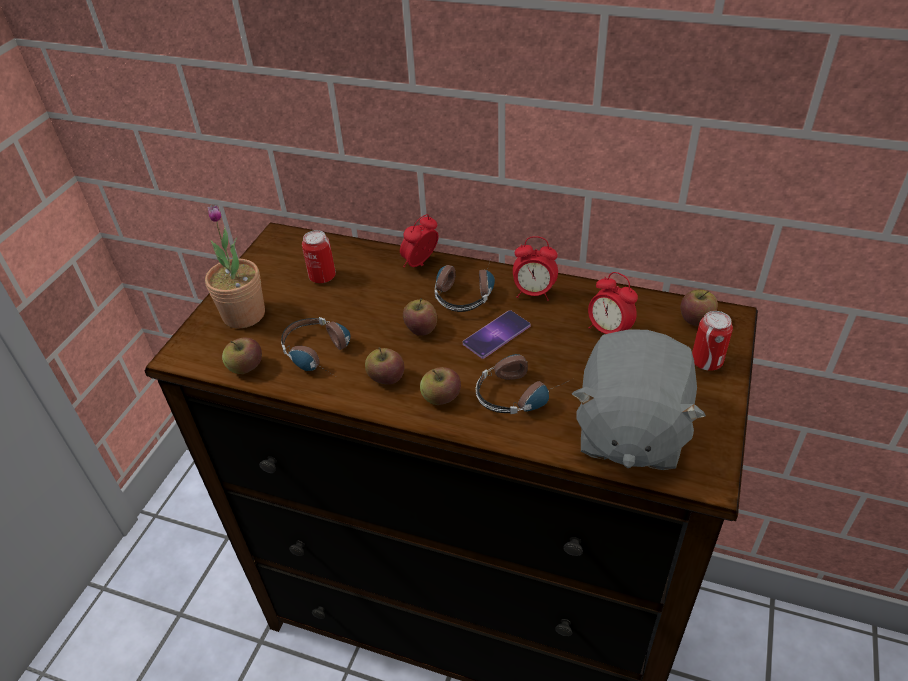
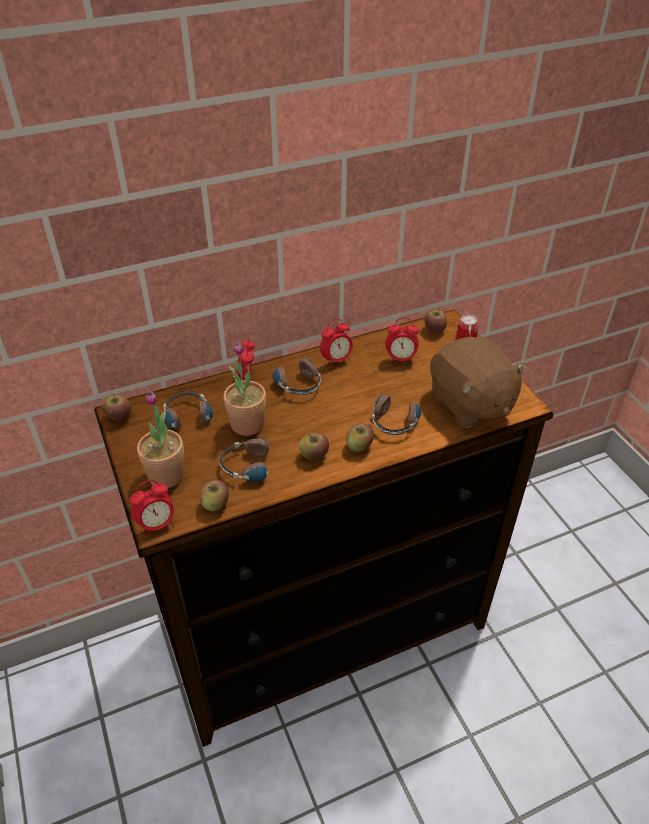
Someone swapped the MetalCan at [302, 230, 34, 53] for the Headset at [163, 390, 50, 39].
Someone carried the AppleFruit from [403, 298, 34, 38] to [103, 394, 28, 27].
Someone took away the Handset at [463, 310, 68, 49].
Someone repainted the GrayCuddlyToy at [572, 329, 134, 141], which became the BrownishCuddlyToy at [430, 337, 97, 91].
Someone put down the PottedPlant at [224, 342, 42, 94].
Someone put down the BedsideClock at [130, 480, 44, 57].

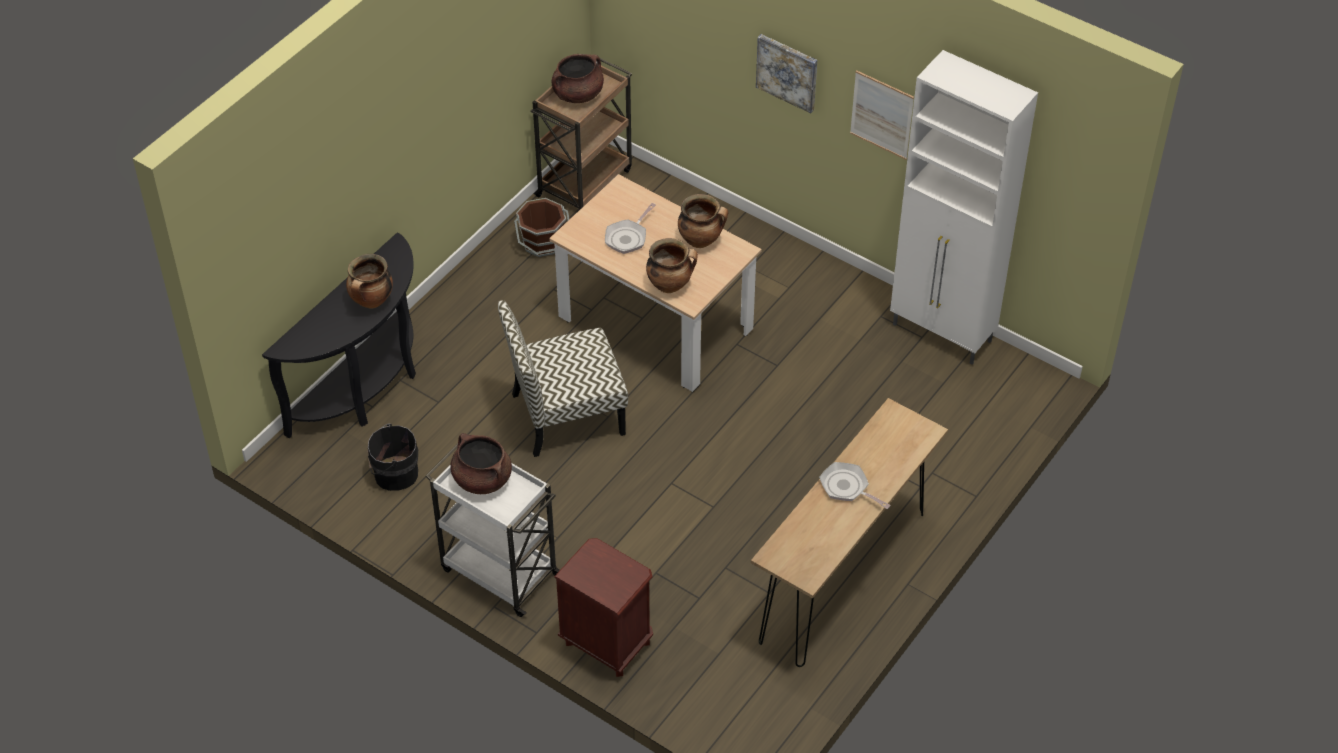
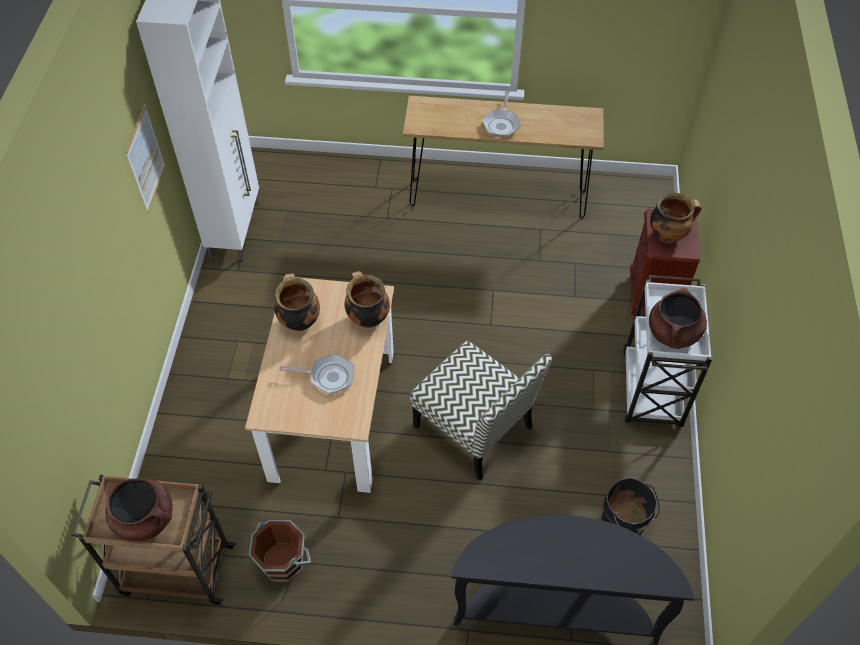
Someone took away the Picture at [756, 34, 61, 79].
Someone carried the Saucepot from [346, 254, 47, 55] to [650, 193, 51, 50].

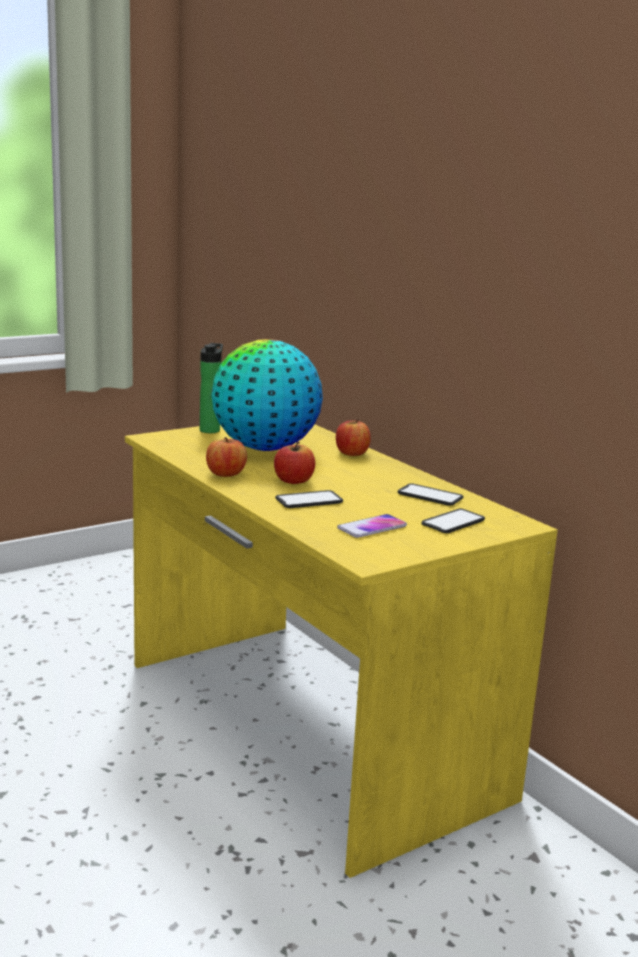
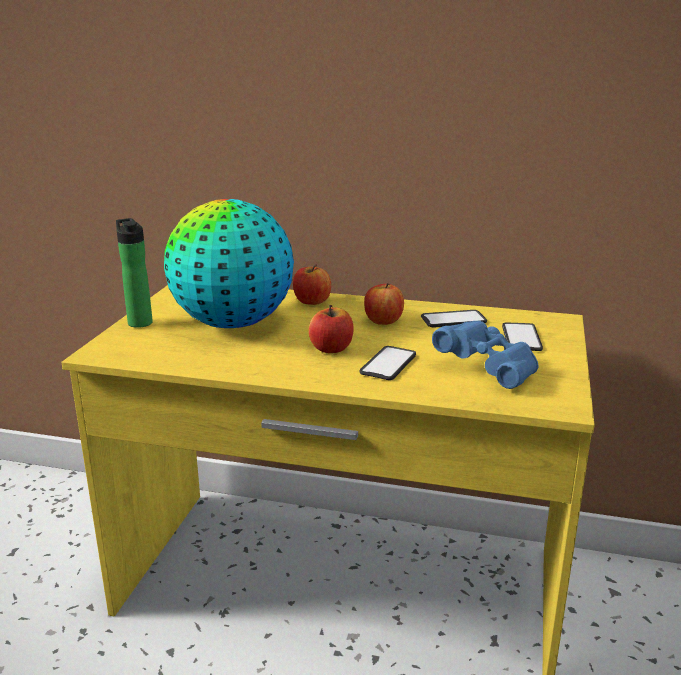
Someone carried the AppleFruit from [206, 437, 41, 40] to [364, 283, 40, 42].
Someone swapped the Handset at [337, 514, 70, 24] for the BluishFieldGlasses at [432, 321, 107, 68].

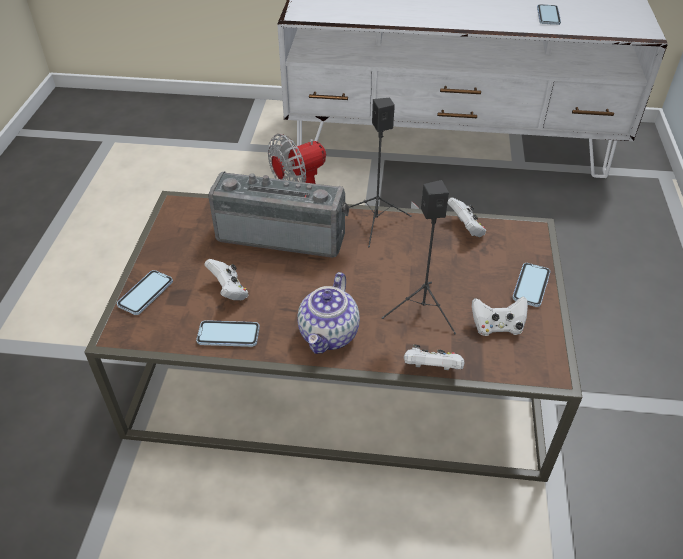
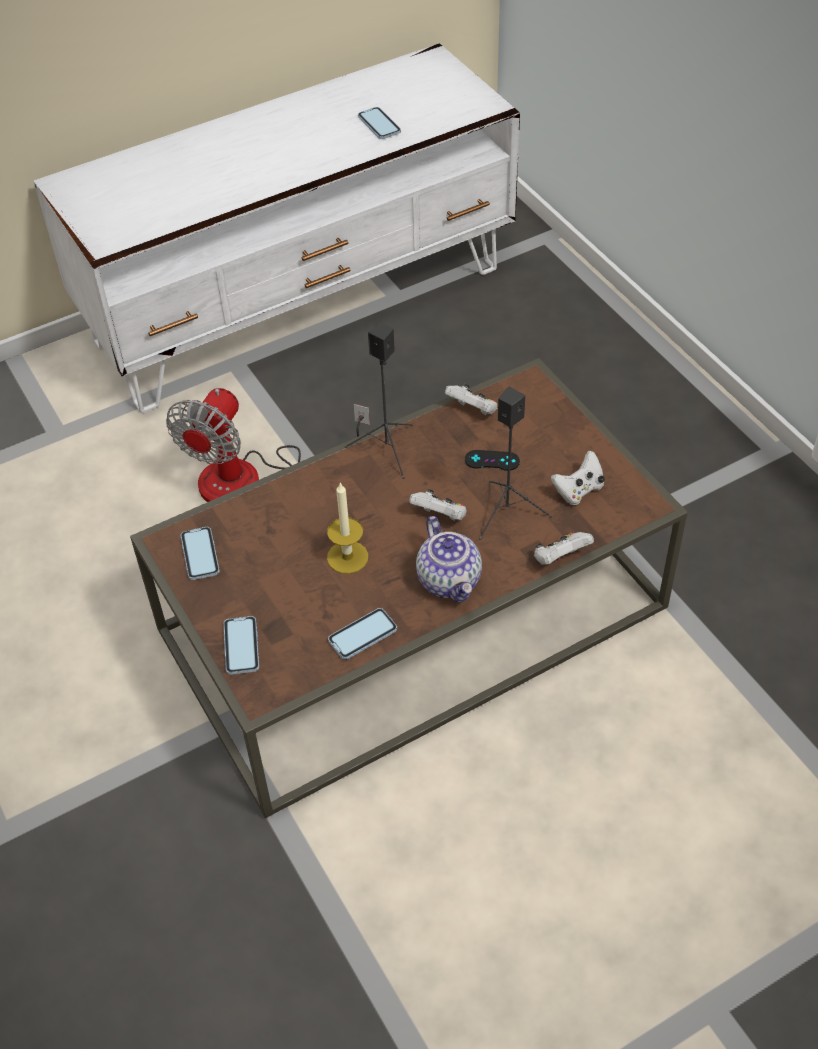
Someone took away the Radio at [208, 171, 141, 87].
Someone carried the WhiteColouredGamepad from [204, 259, 44, 41] to [409, 489, 57, 32].
Someone carried the Handset from [512, 263, 39, 44] to [181, 527, 39, 53].
Someone put down the BlackColouredGamepad at [465, 450, 55, 21].
Someone put down the WaxLight at [327, 482, 42, 92].

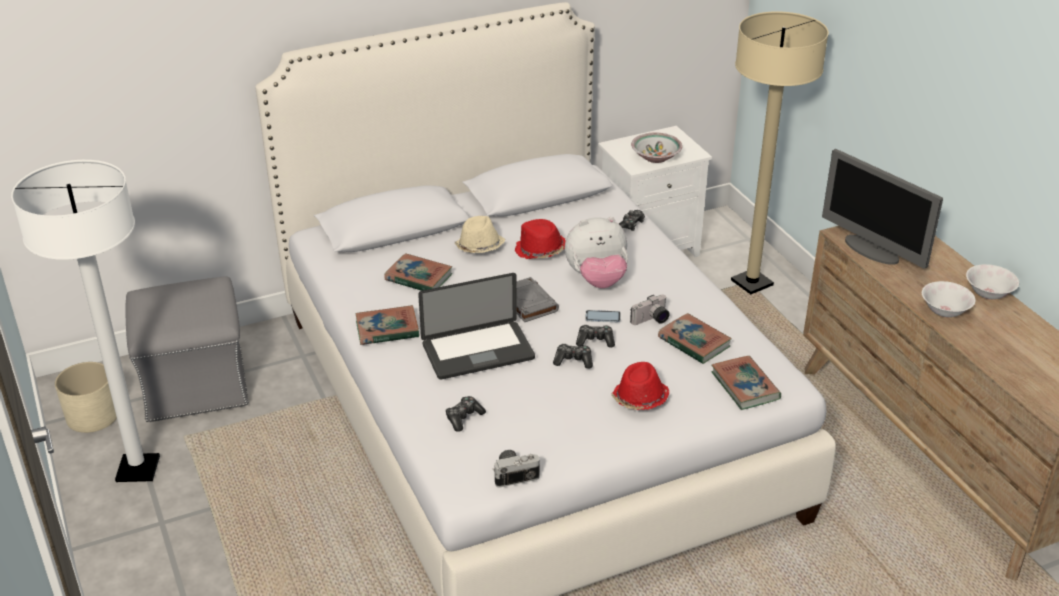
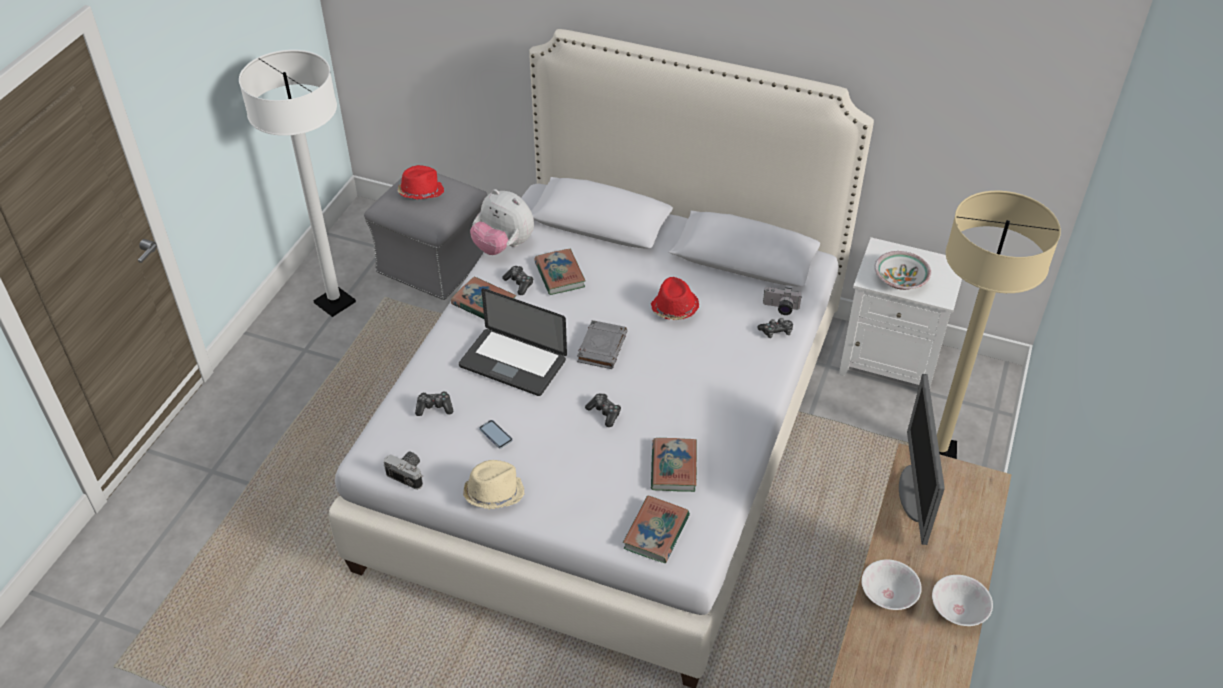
Someone carried the BeigeClothingHat from [455, 216, 50, 37] to [463, 460, 61, 49].
Someone carried the CuddlyToy from [565, 217, 63, 71] to [470, 189, 64, 66].
Someone carried the PhotoCamera from [630, 295, 40, 30] to [763, 287, 39, 28].
Someone carried the Handset from [585, 310, 36, 12] to [479, 420, 34, 28].
Someone carried the Gamepad from [553, 344, 40, 25] to [502, 266, 31, 29].
Someone took away the BeigePlantPot at [55, 362, 62, 71].
Someone carried the ReddishClothingHat from [611, 362, 59, 48] to [397, 165, 47, 35].

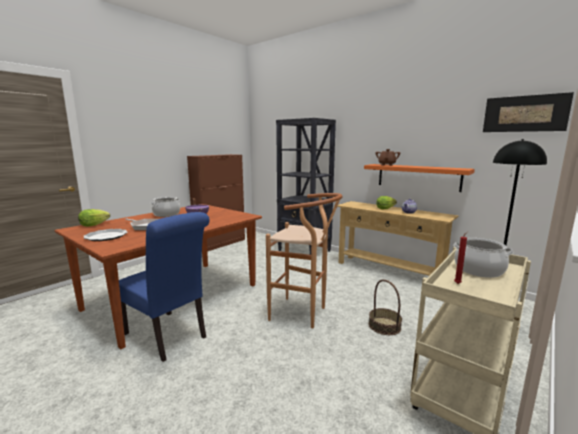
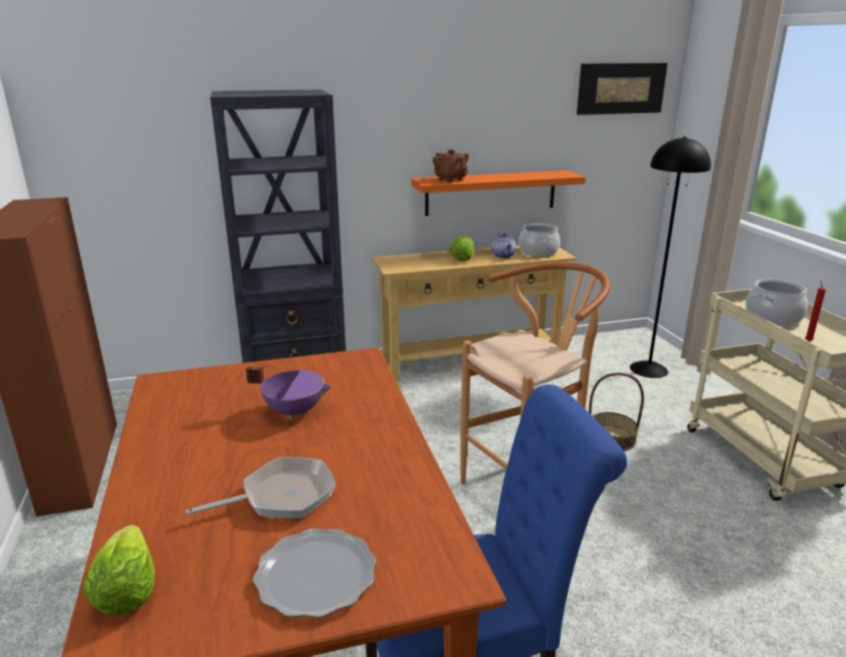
Someone carried the Saucepot from [150, 197, 30, 20] to [518, 223, 42, 34].

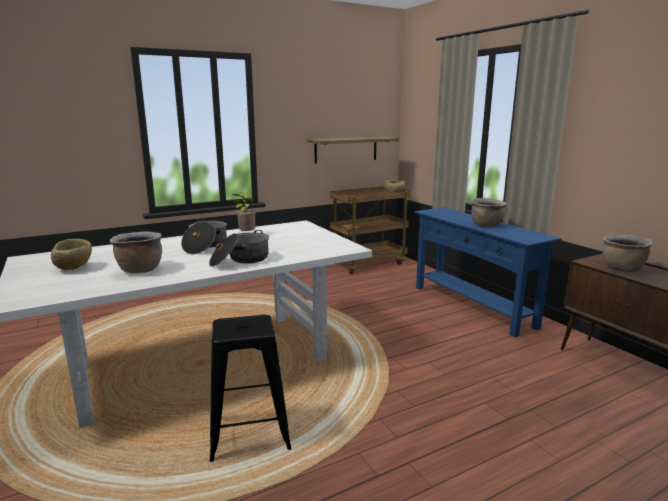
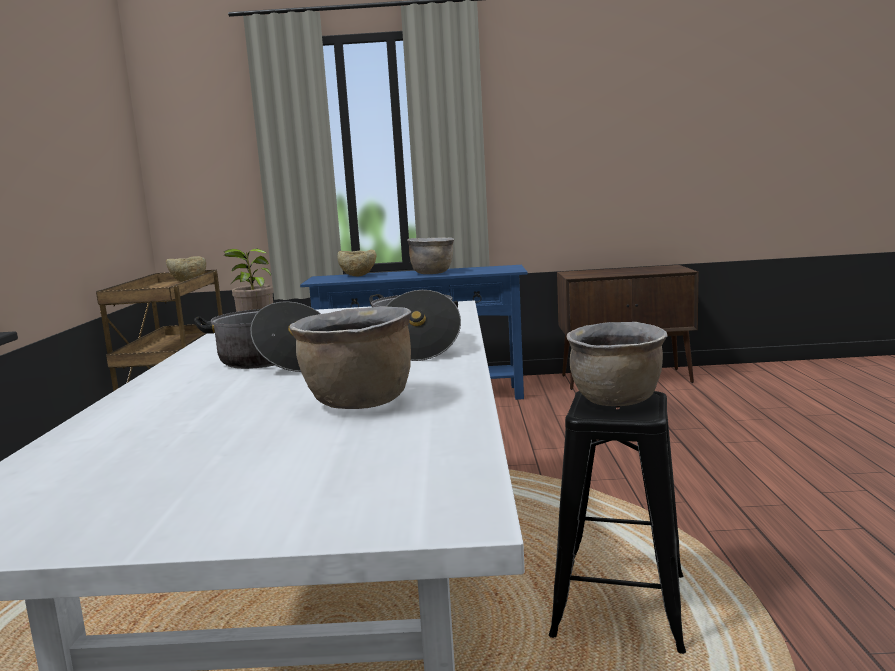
Someone took away the WallShelf at [306, 137, 93, 26].
Someone carried the BrownishSaucepot from [603, 235, 50, 37] to [567, 322, 101, 84].
Someone carried the BeigeBowl from [51, 239, 41, 31] to [338, 250, 39, 26].

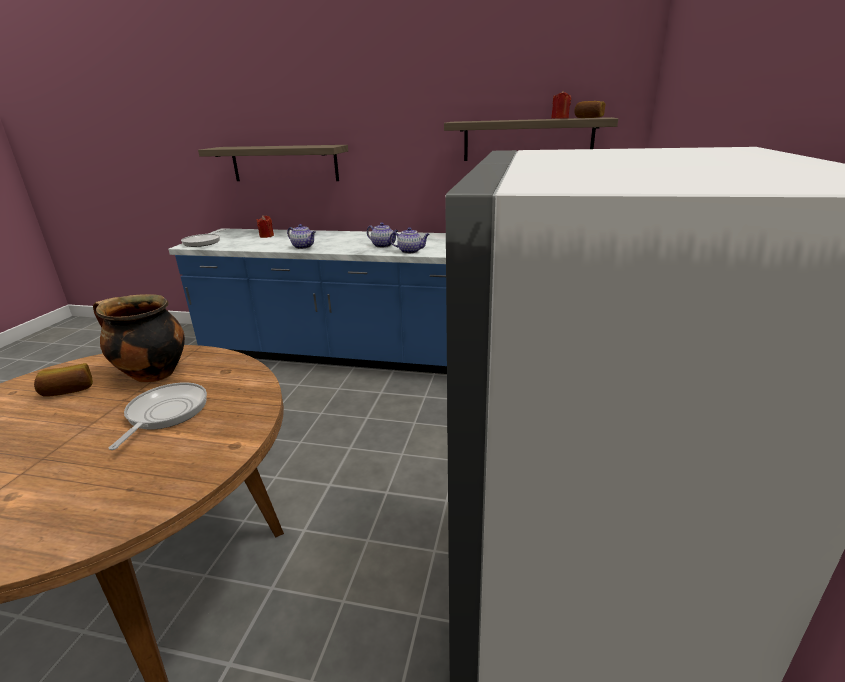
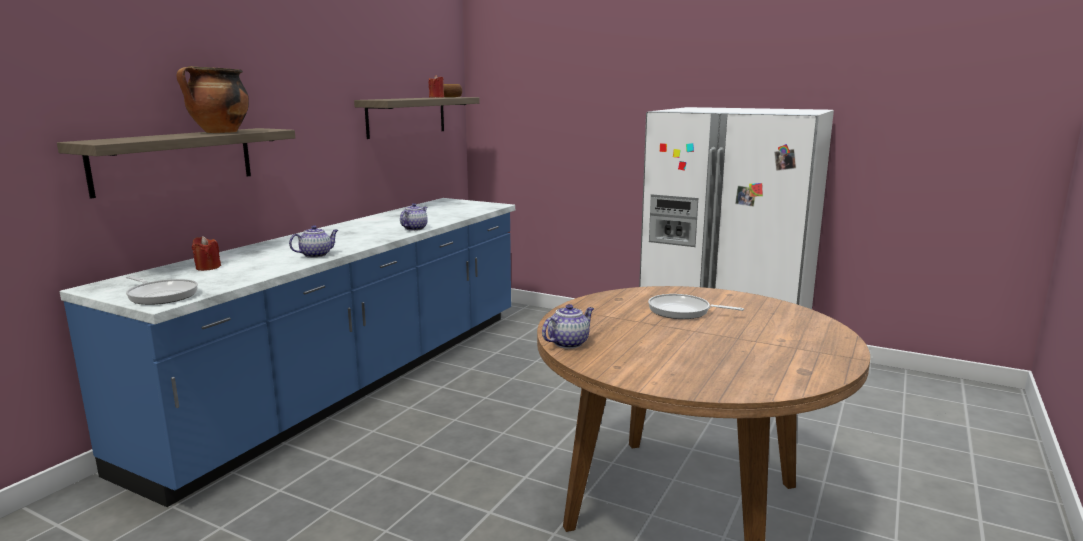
Someone carried the Teapot from [367, 223, 32, 25] to [542, 304, 52, 45].
Someone carried the Saucepot from [93, 294, 92, 89] to [176, 66, 73, 67].
Someone took away the Bread at [34, 363, 59, 34].

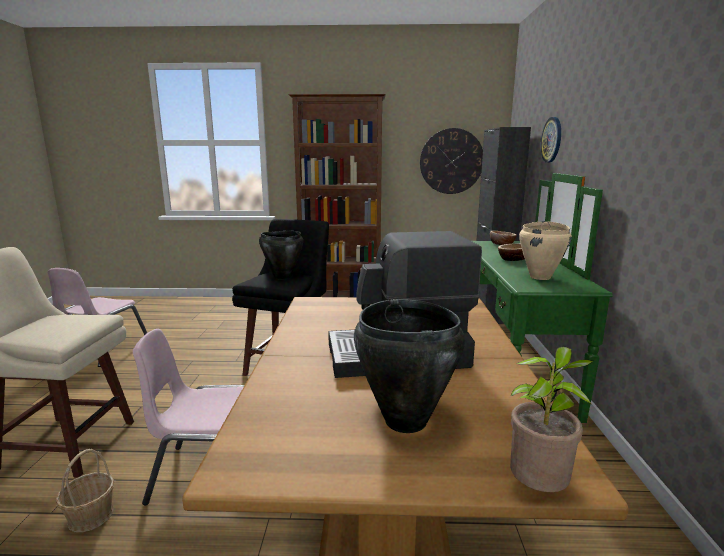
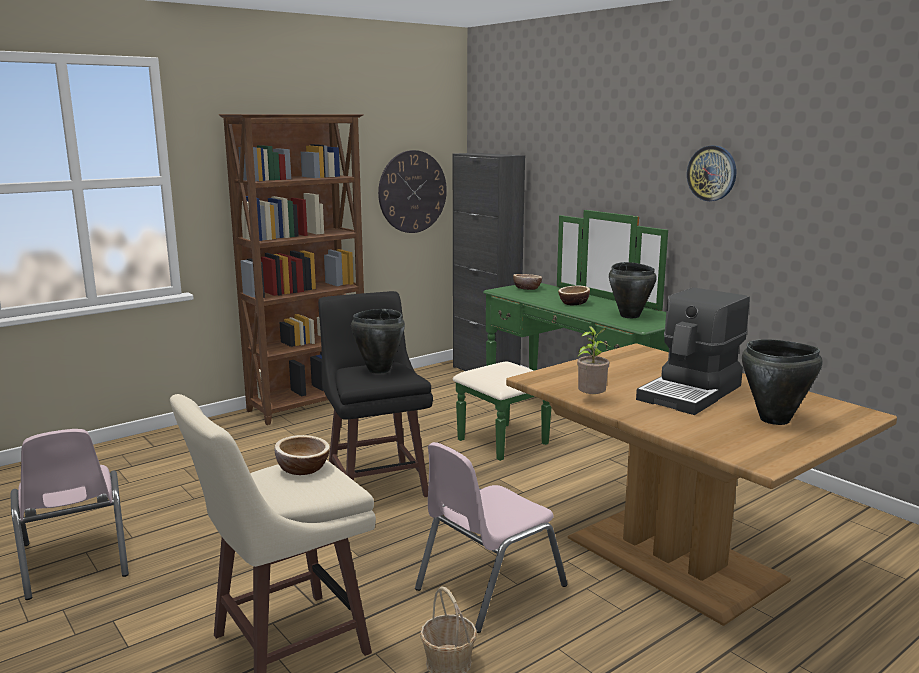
Someone carried the ClockOnTheWall from [541, 117, 20, 46] to [687, 146, 49, 55].
Someone repainted the BeigeSaucepot at [519, 221, 53, 59], which became the BlackColouredSaucepot at [609, 262, 48, 56].
Someone carried the PottedPlant from [510, 347, 83, 145] to [577, 326, 32, 68].
Someone put down the Bowl at [274, 435, 56, 40].

